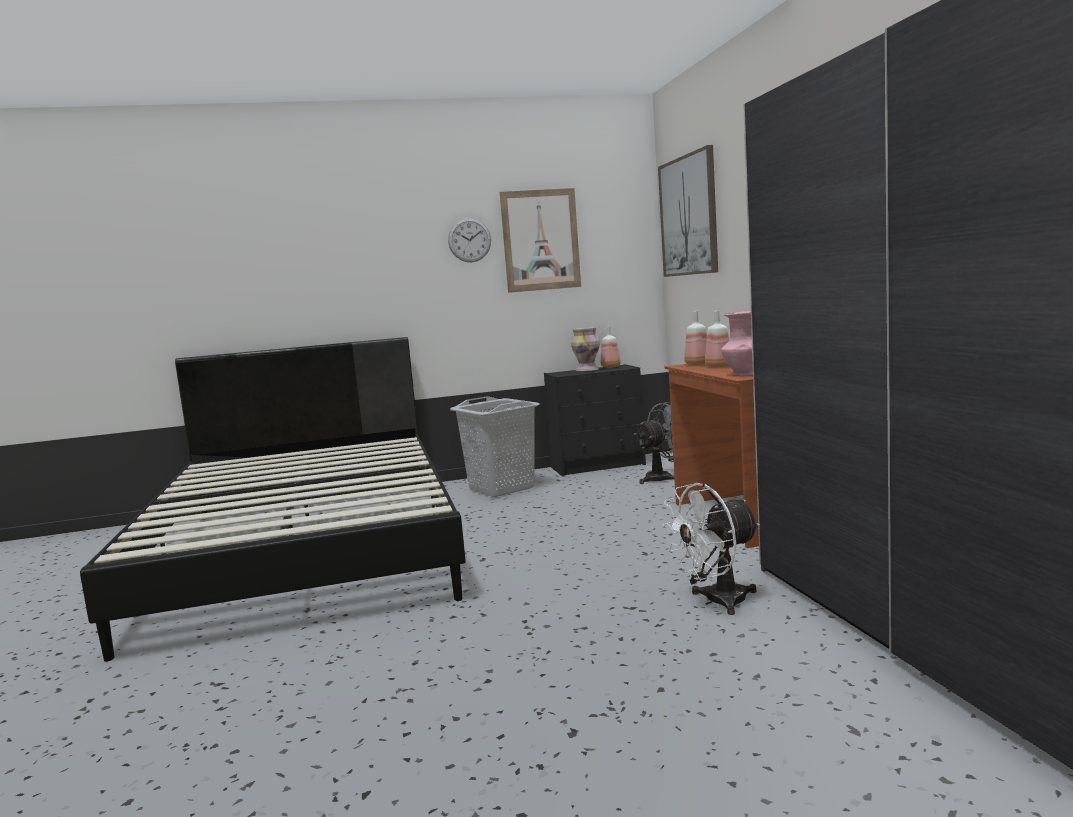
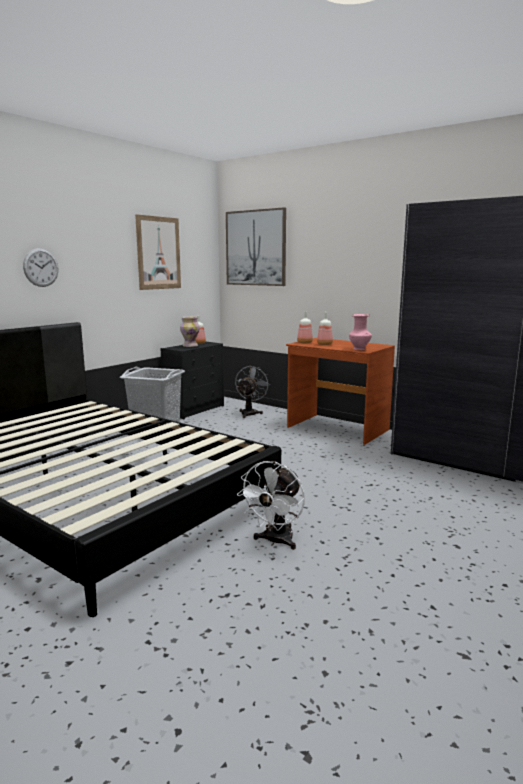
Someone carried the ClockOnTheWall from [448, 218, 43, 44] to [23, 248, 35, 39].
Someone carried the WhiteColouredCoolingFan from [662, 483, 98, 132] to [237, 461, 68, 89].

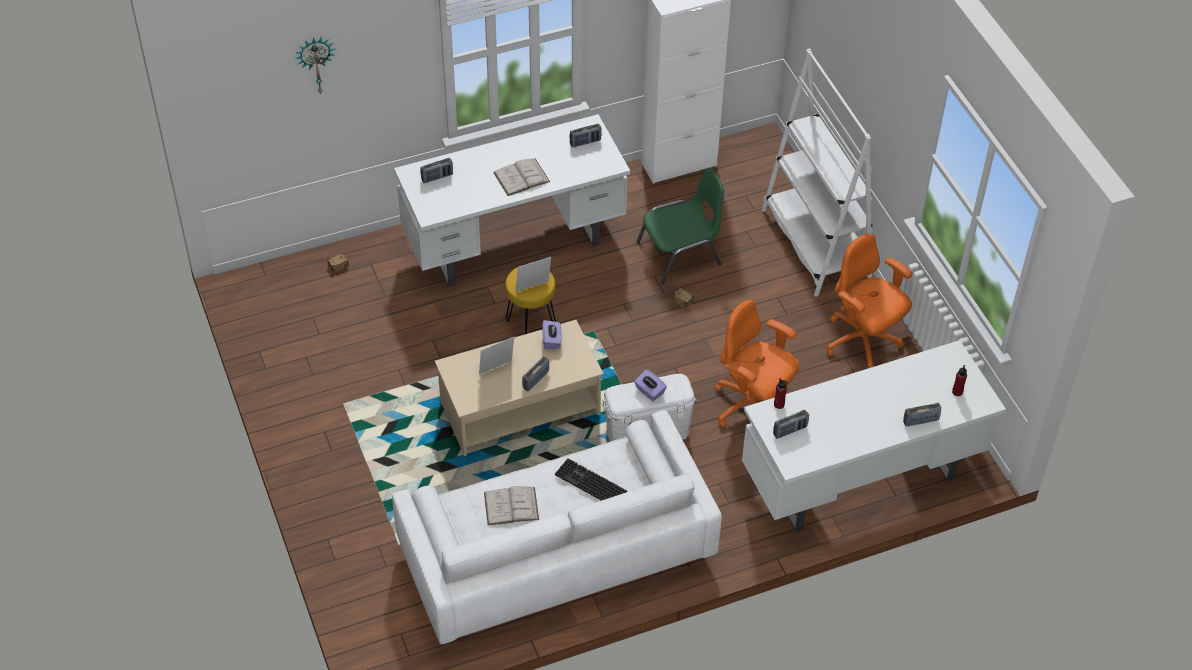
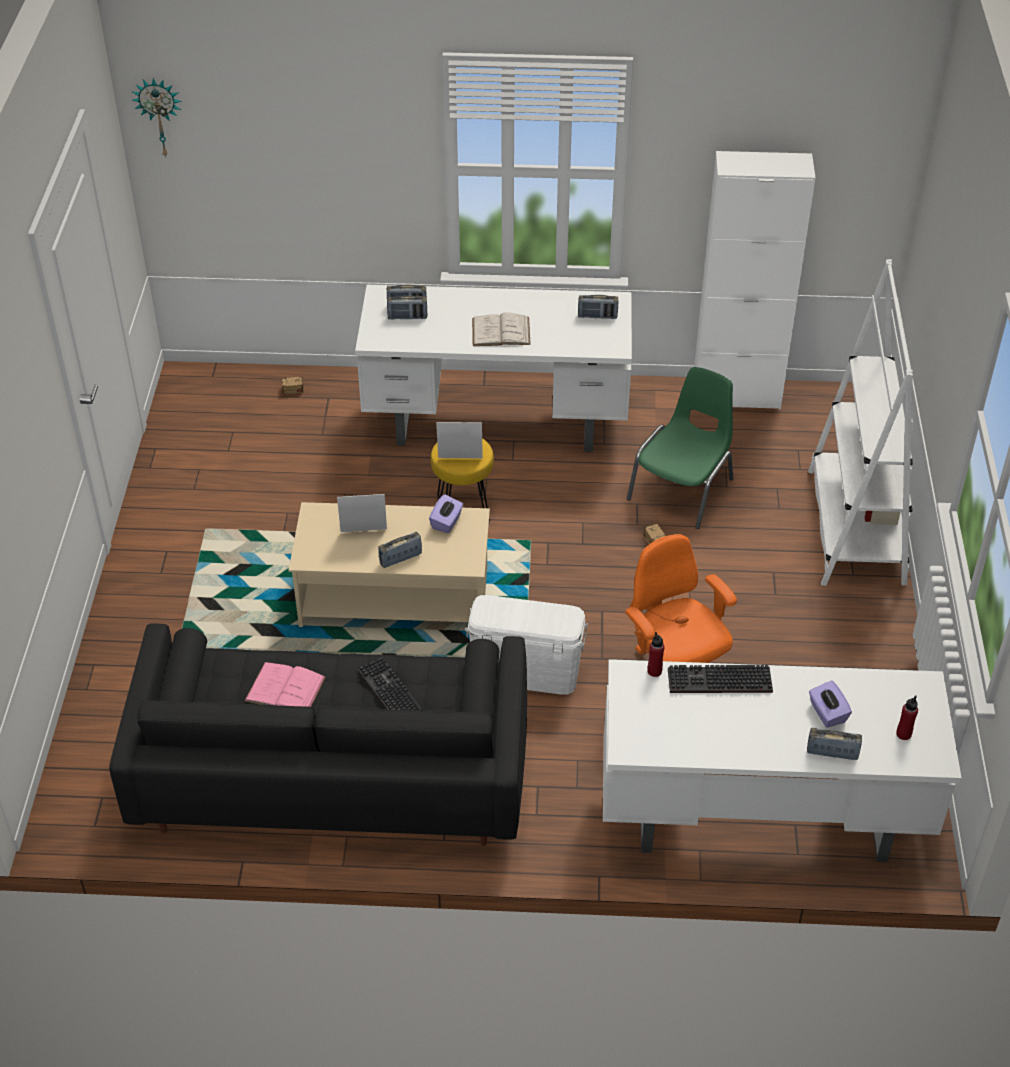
Someone carried the ClockOnTheWall from [295, 37, 40, 57] to [131, 78, 51, 79].
Someone rotated the GreenPlainChair at [637, 168, 88, 117] by 60 degrees counterclockwise.
Someone took away the OrangeColouredDeskChair at [827, 233, 85, 136].
Someone carried the PurpleColouredBoxOfTissues from [634, 369, 33, 32] to [809, 680, 43, 48].
Someone repainted the WhiteColouredSettee at [392, 410, 330, 234], which became the BlackColouredSettee at [109, 623, 418, 223].
Someone carried the Radio from [773, 410, 36, 29] to [387, 296, 40, 24].
Someone repainted the WhiteColouredBoundBook at [484, 486, 55, 39], which became the PinkishBoundBook at [244, 662, 82, 45].
Someone put down the Keyboard at [668, 665, 105, 28].

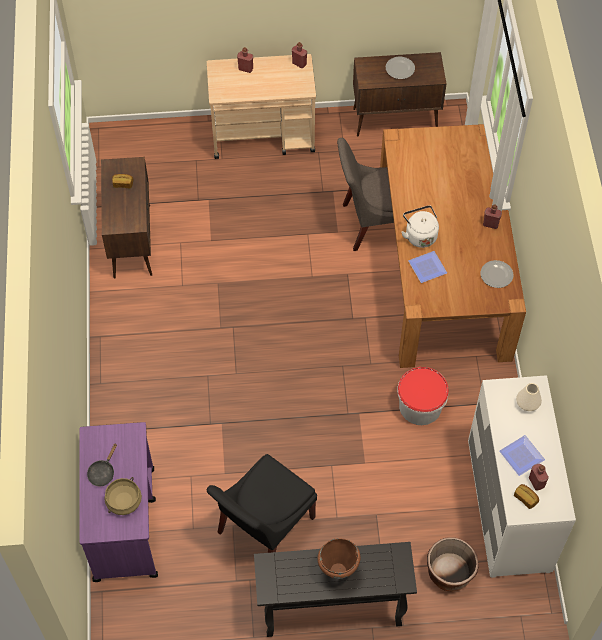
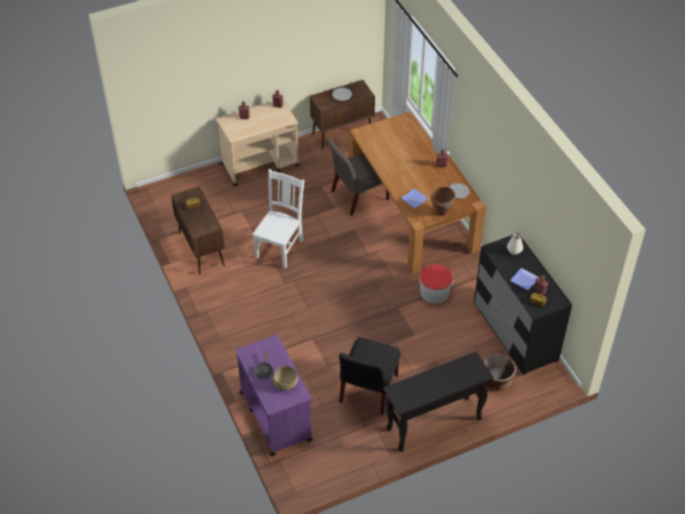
Someone took away the WhiteColouredTeaKettle at [402, 205, 37, 43].
Someone repainted the WhiteColouredDresser at [468, 375, 108, 203], which became the BlackColouredDresser at [474, 233, 98, 142].
Someone carried the BrownishSaucepot from [317, 538, 44, 41] to [431, 187, 25, 29].
Someone put down the WhiteColouredPlainChair at [253, 169, 52, 100].

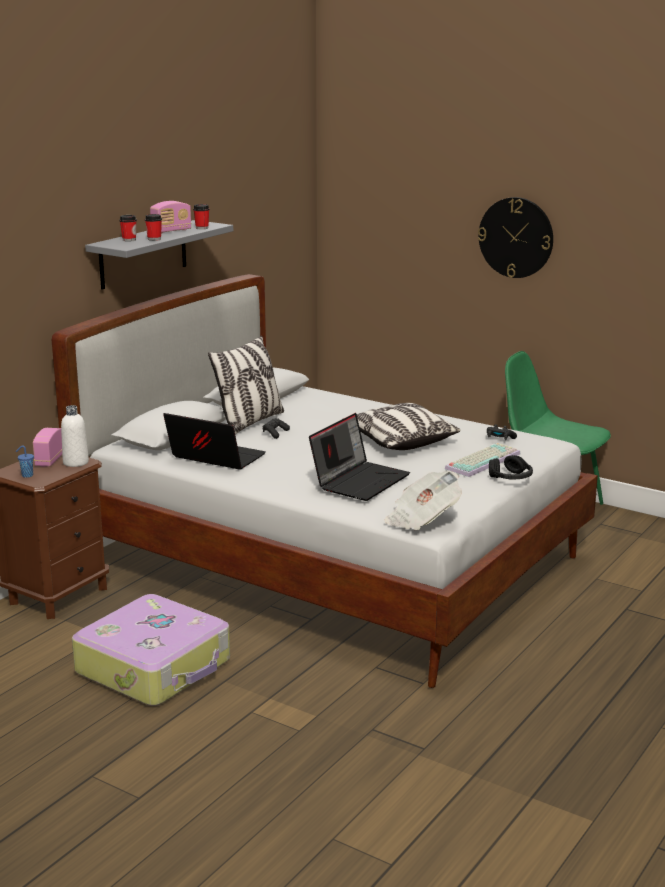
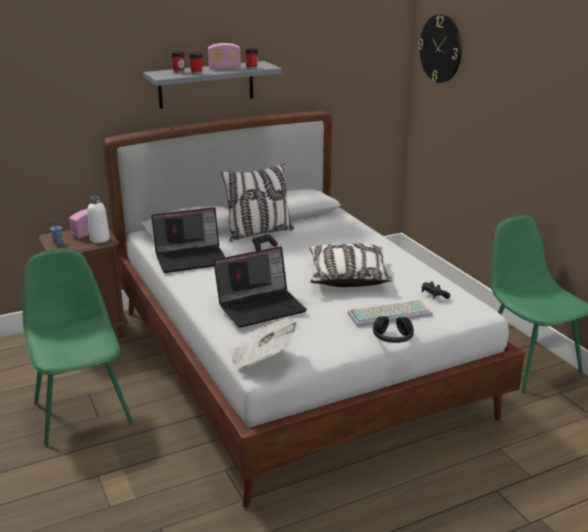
Someone carried the ClockOnTheWall from [478, 197, 75, 81] to [418, 14, 44, 69].
Someone rotated the PortableComputer at [163, 413, 103, 57] by 105 degrees clockwise.
Someone swapped the PieceOfLuggage at [72, 594, 158, 112] for the GreenPlainChair at [23, 248, 110, 198].

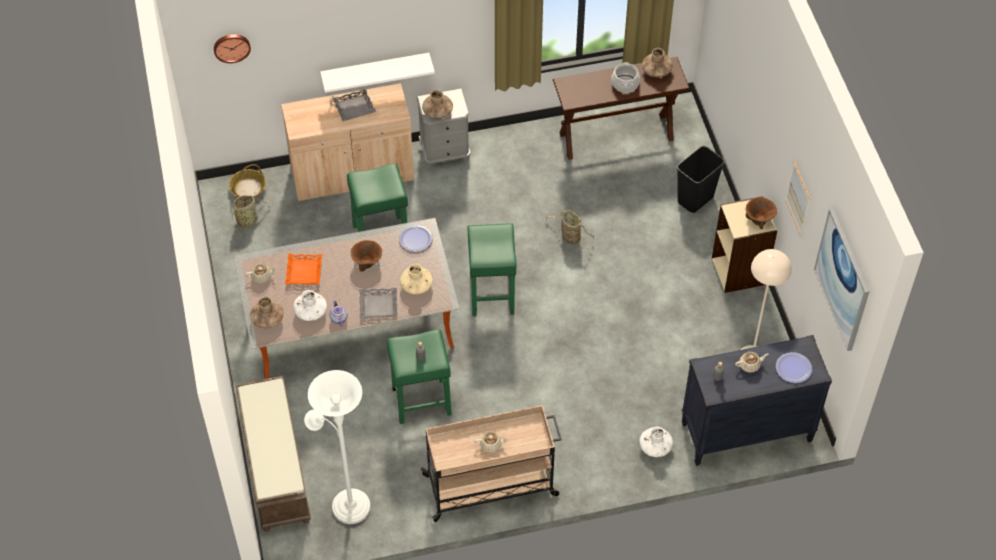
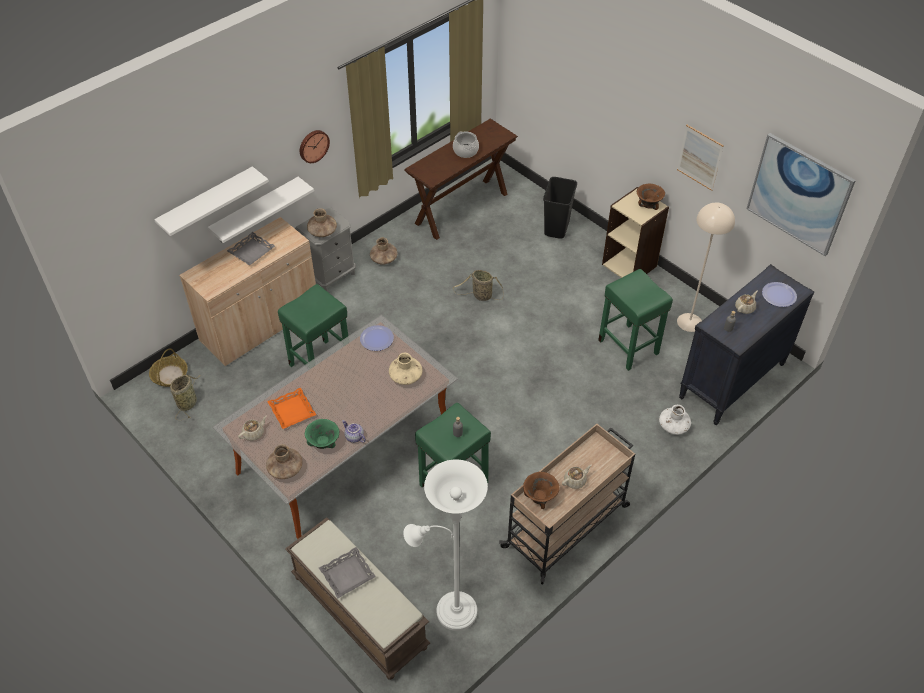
Someone carried the ClockOnTheWall from [214, 34, 37, 29] to [300, 130, 30, 33].
Someone carried the BrownishVase from [642, 48, 31, 29] to [370, 238, 27, 27].
Someone carried the GreenStoolSeat from [467, 223, 50, 93] to [598, 269, 75, 102].
Someone carried the BrownishBowl from [351, 240, 31, 32] to [523, 472, 36, 37].
Someone carried the GrayServingTray from [359, 288, 39, 30] to [319, 547, 57, 51].
Someone swapped the WhiteColouredVase at [293, 290, 34, 31] for the GreenBowl at [305, 419, 34, 30].
Someone put up the WhiteColouredWallShelf at [154, 166, 115, 70].

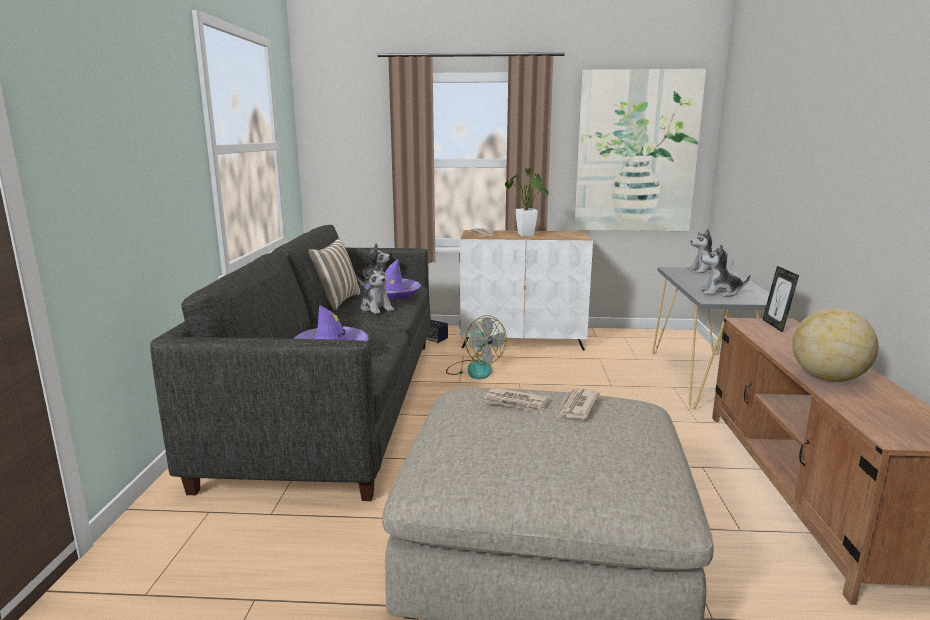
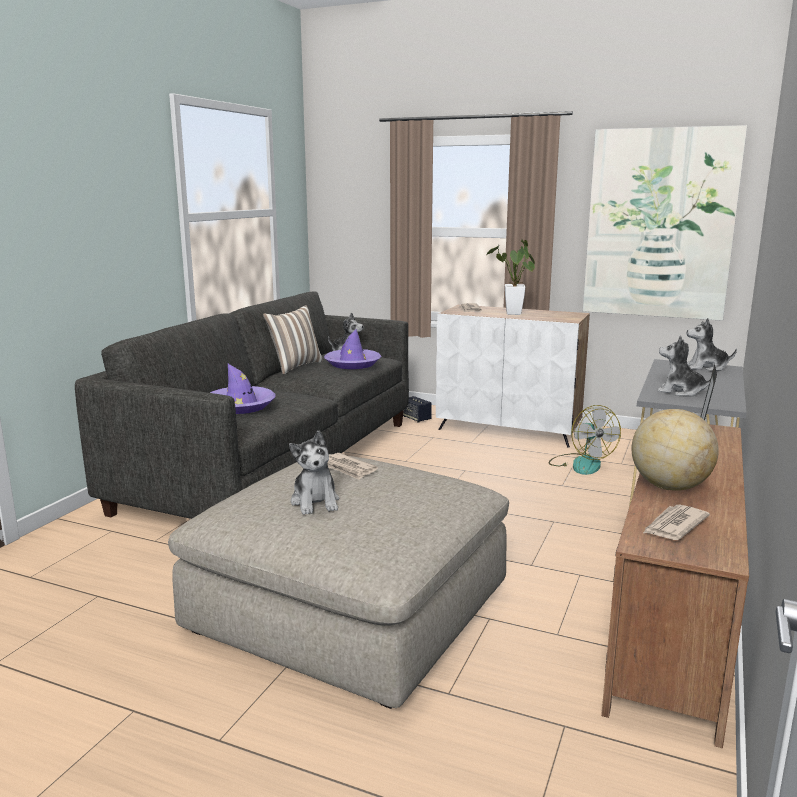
Someone carried the CuddlyToy from [361, 262, 33, 52] to [289, 431, 50, 84].
Someone carried the CoolingFan from [446, 315, 61, 64] to [549, 405, 72, 70].
Someone carried the Newspaper from [557, 389, 43, 30] to [643, 505, 67, 35].

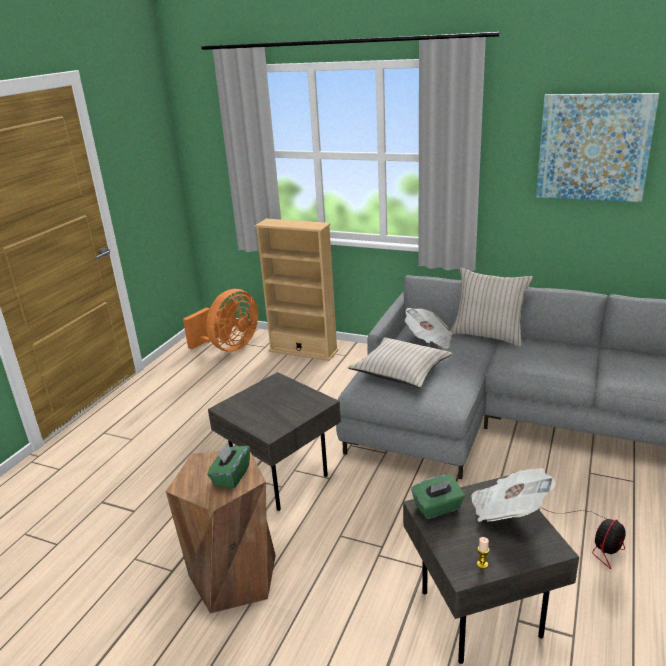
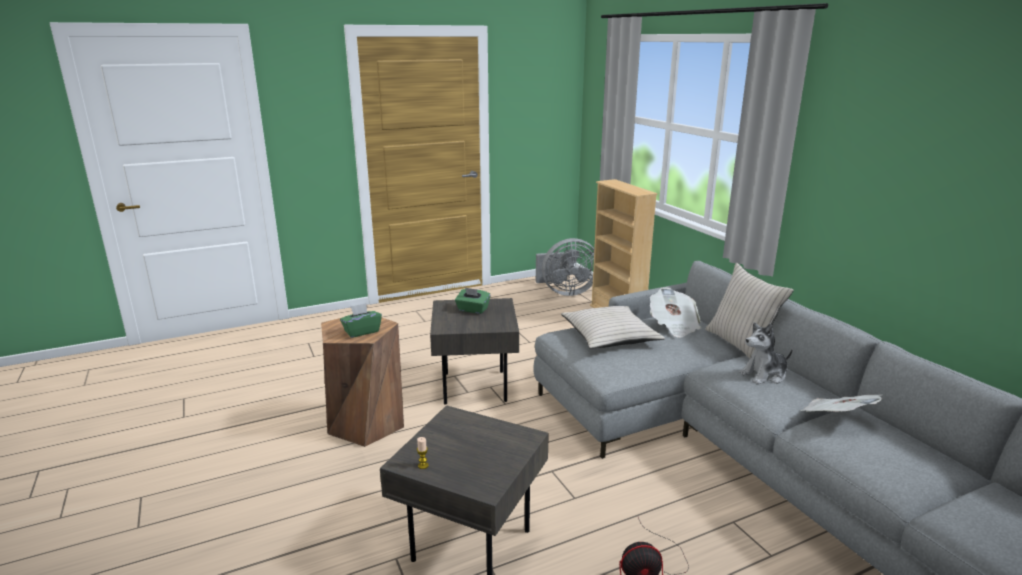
Someone took away the Picture at [536, 93, 123, 109].
Someone repainted the OrangeColouredCoolingFan at [183, 289, 75, 63], which became the GrayCoolingFan at [536, 238, 58, 58].
Someone carried the Newspaper from [471, 468, 84, 54] to [800, 395, 82, 17].
Someone carried the GreenBoxOfTissues from [411, 475, 54, 44] to [455, 287, 36, 27].
Someone put down the CuddlyToy at [739, 322, 53, 62].

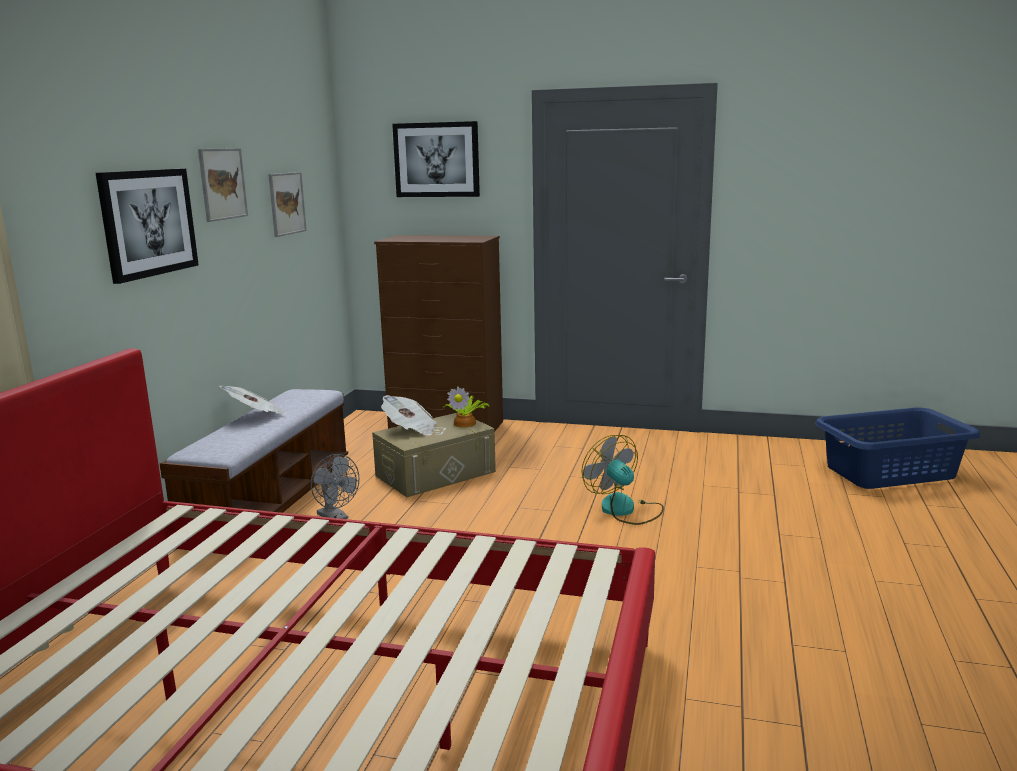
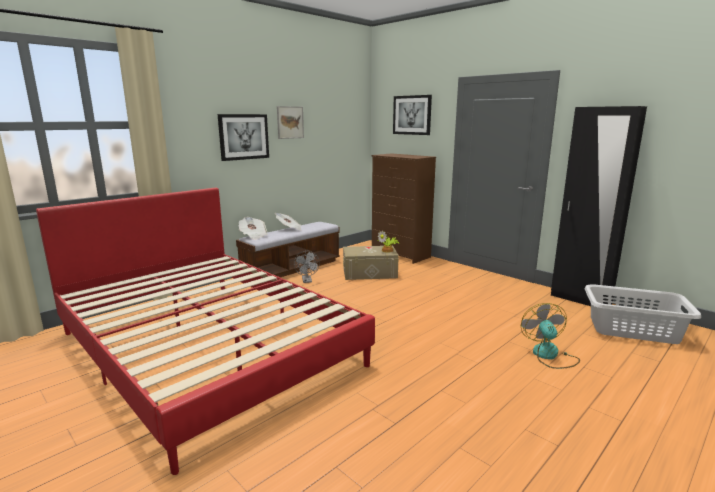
Someone took away the Picture at [268, 172, 39, 65].
Someone carried the Newspaper from [381, 395, 56, 40] to [239, 217, 29, 23].
Someone repainted the BluishHamper at [815, 407, 165, 82], which became the GrayHamper at [585, 284, 116, 60].
Someone carried the CoolingFan from [582, 435, 82, 90] to [521, 303, 59, 66].
Someone put down the BlackColouredClothesCupboard at [551, 106, 96, 200].

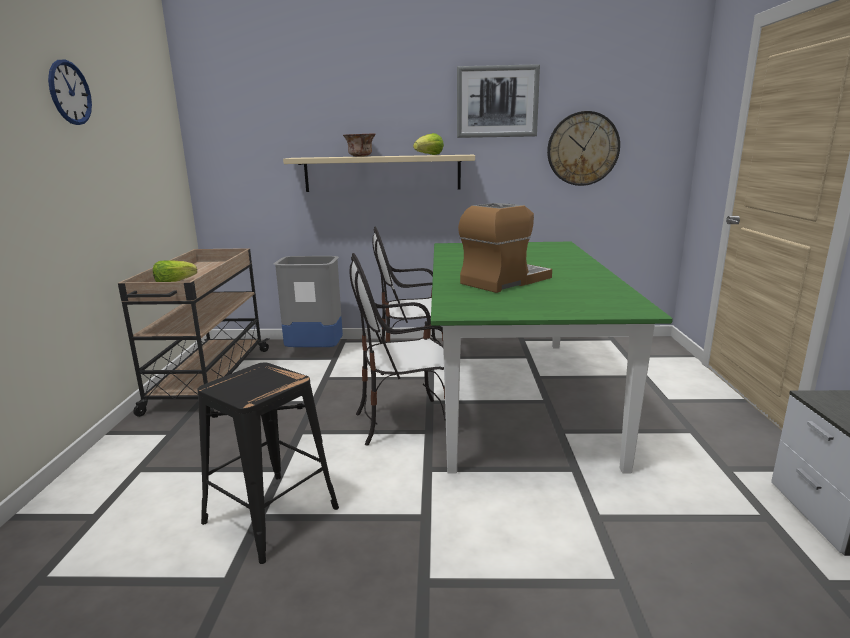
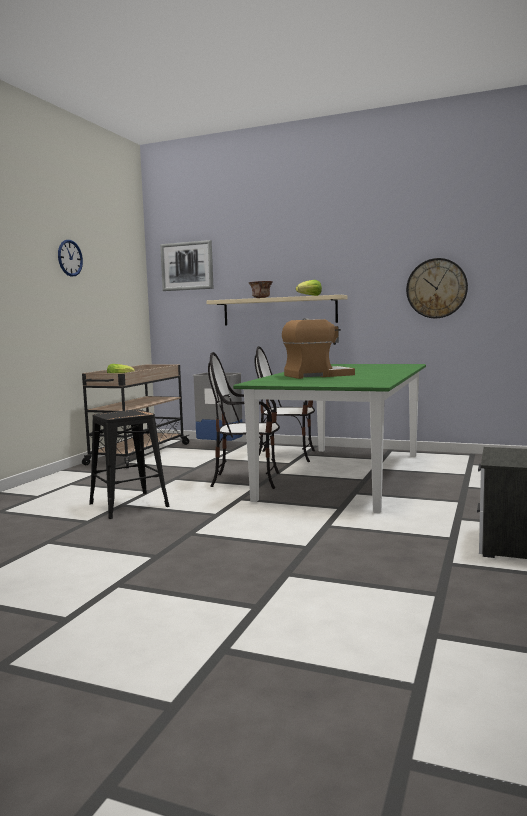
Someone carried the Picture from [457, 64, 83, 74] to [160, 240, 53, 51].

